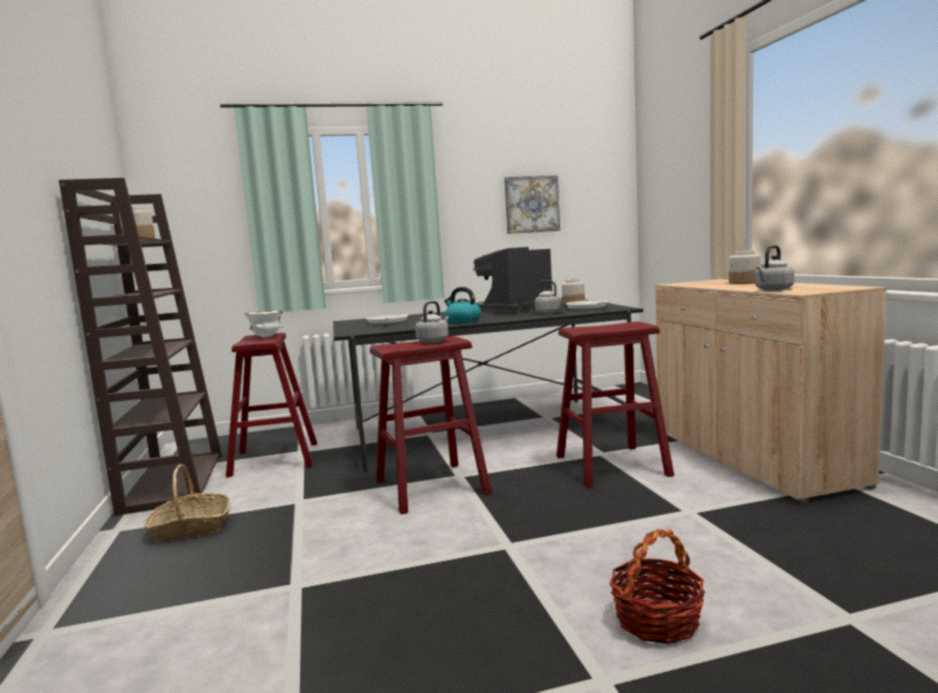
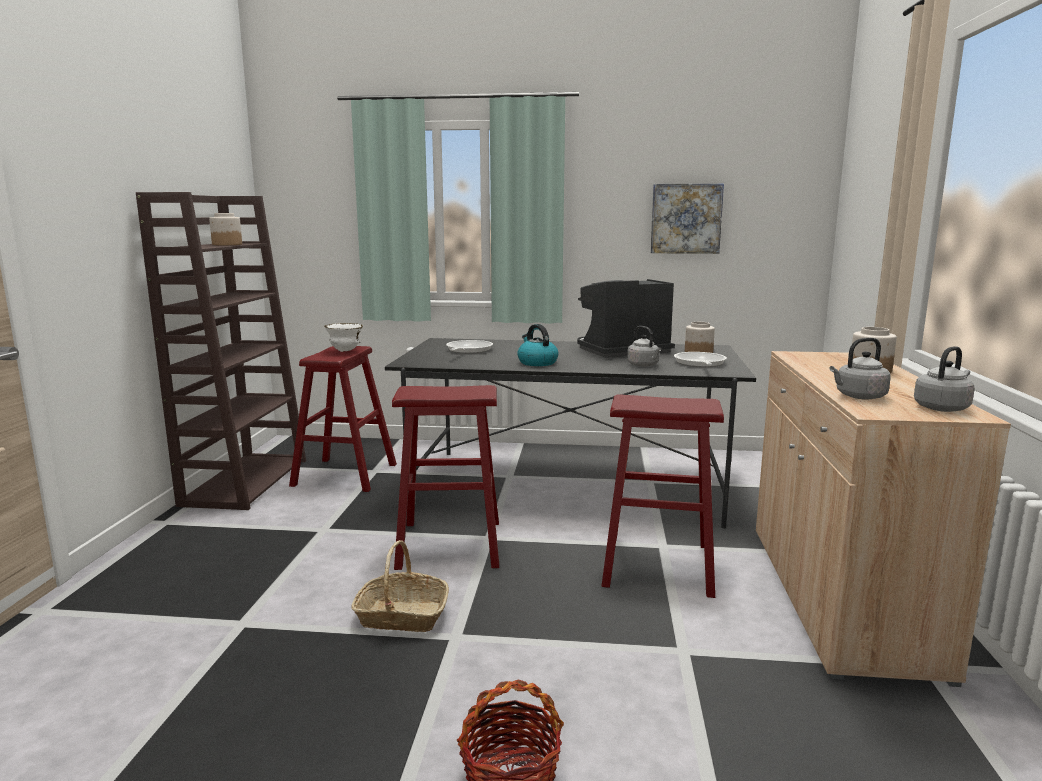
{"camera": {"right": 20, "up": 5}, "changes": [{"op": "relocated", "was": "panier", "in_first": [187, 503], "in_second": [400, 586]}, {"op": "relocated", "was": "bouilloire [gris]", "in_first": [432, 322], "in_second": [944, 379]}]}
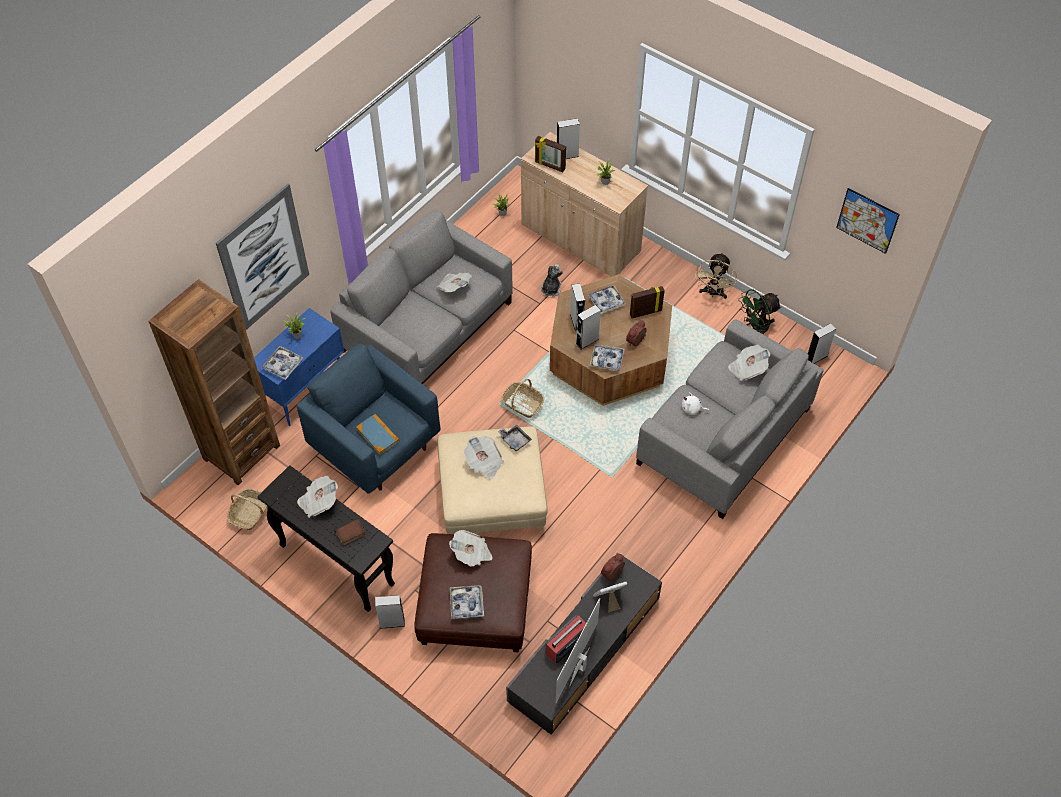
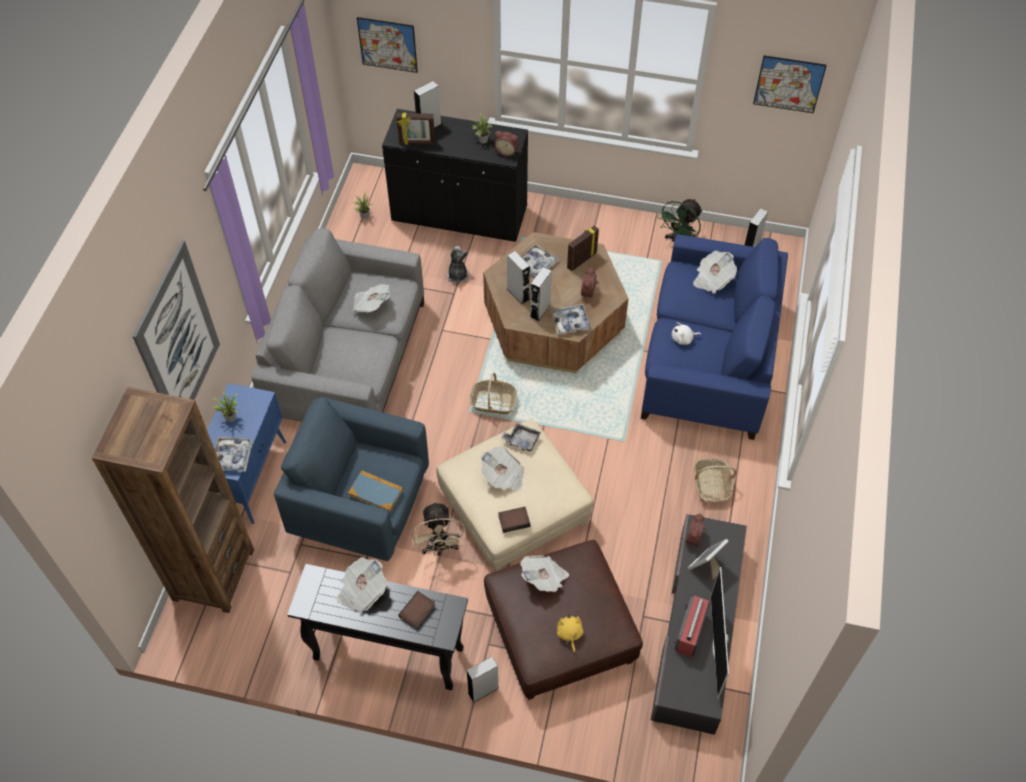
{"camera": {"right": -25, "up": 0}, "changes": [{"op": "appeared", "now": "tableau", "in_second": [387, 45]}, {"op": "appeared", "now": "réveil", "in_second": [506, 144]}, {"op": "appeared", "now": "livre", "in_second": [514, 520]}, {"op": "relocated", "was": "panier", "in_first": [247, 509], "in_second": [715, 480]}, {"op": "relocated", "was": "ventilateur [beige]", "in_first": [716, 275], "in_second": [439, 528]}, {"op": "exchanged", "was": "plateau", "now": "peluche [jaune]", "in_first": [466, 602], "in_second": [570, 633]}, {"op": "colour", "was": "meuble de rangement [beige]", "now": "meuble de rangement [noir]", "in_first": [584, 204], "in_second": [455, 175]}, {"op": "colour", "was": "canapé [gris]", "now": "canapé [bleu]", "in_first": [730, 419], "in_second": [714, 337]}]}
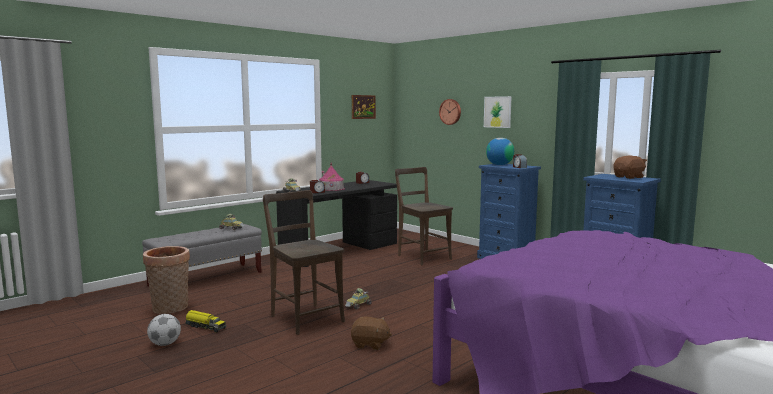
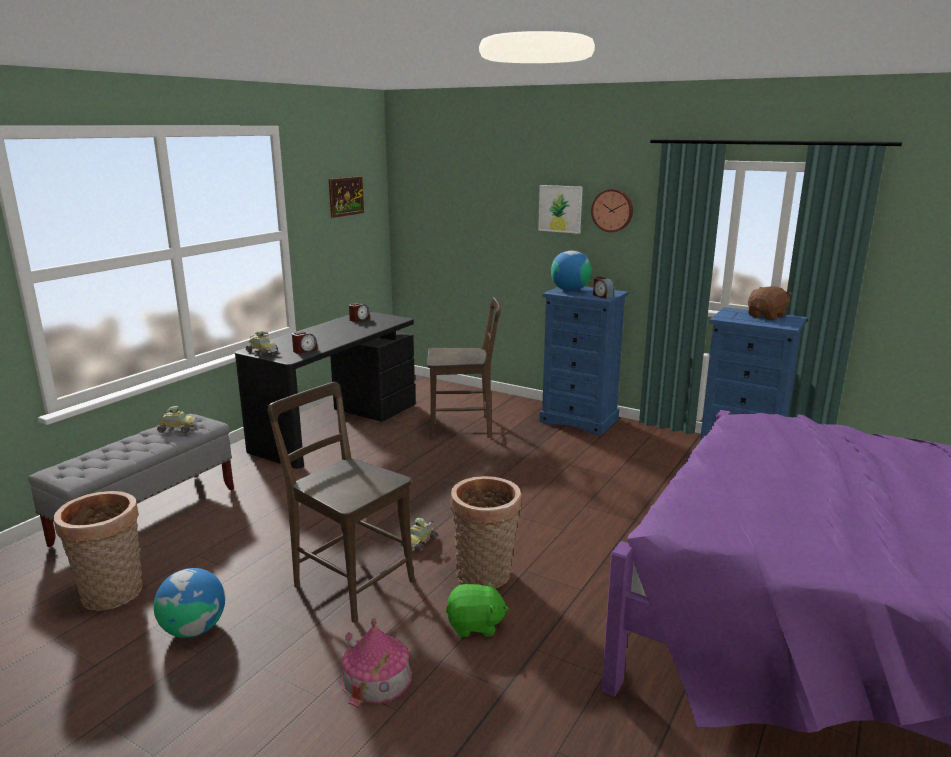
{"camera": {"right": -15, "up": 10}, "changes": [{"op": "missing", "was": "ballon de foot", "in_first": [164, 330]}, {"op": "appeared", "now": "panier", "in_second": [486, 532]}, {"op": "relocated", "was": "maison miniature", "in_first": [332, 177], "in_second": [376, 663]}, {"op": "relocated", "was": "horloge murale", "in_first": [450, 112], "in_second": [612, 210]}, {"op": "exchanged", "was": "camion jouet", "now": "globe", "in_first": [205, 321], "in_second": [189, 603]}, {"op": "colour", "was": "peluche [marron]", "now": "peluche [vert]", "in_first": [371, 333], "in_second": [477, 609]}, {"op": "spun", "was": "chaise [marron]", "in_first": [424, 216], "in_second": [464, 368], "clockwise": 135}]}
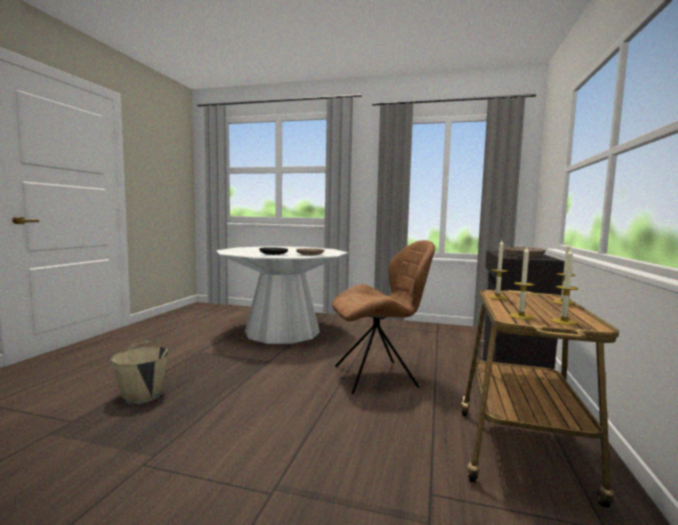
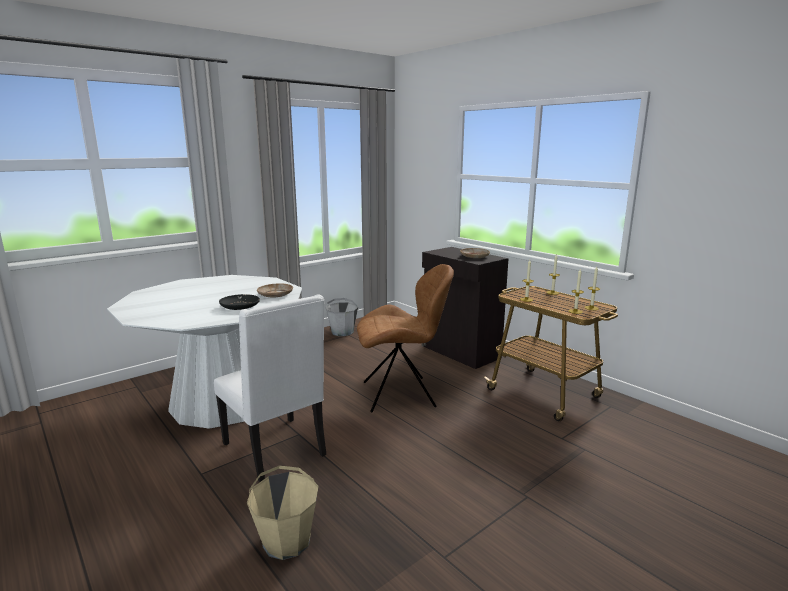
{"camera": {"right": -55, "up": 10}, "changes": [{"op": "appeared", "now": "chaise [blanc]", "in_second": [270, 388]}, {"op": "appeared", "now": "seau [gris]", "in_second": [341, 317]}, {"op": "spun", "was": "chaise [marron]", "in_first": [383, 317], "in_second": [405, 338], "clockwise": 60}]}
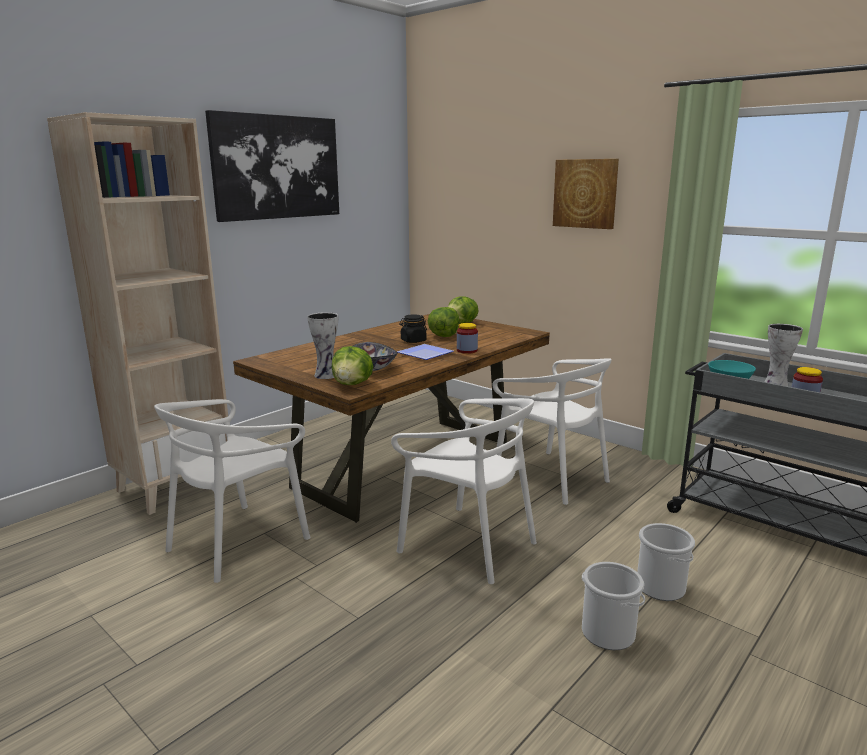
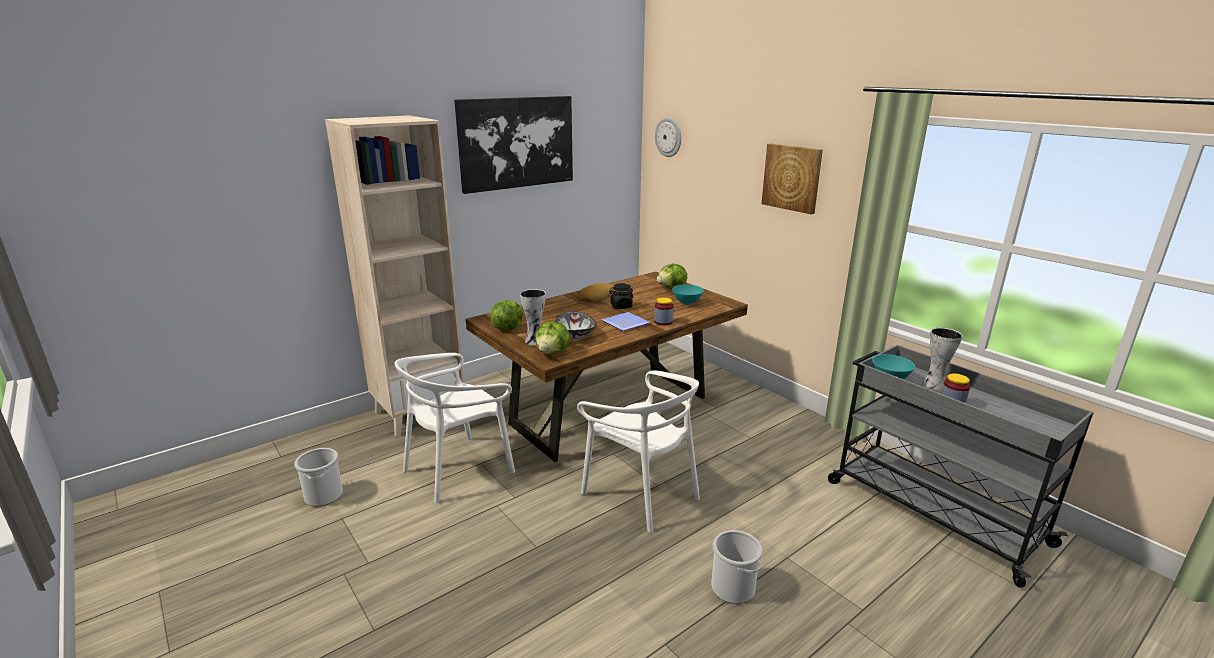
{"camera": {"right": 10, "up": 5}, "changes": [{"op": "missing", "was": "chaise [blanc]", "in_first": [552, 431]}, {"op": "appeared", "now": "pain", "in_second": [595, 292]}, {"op": "appeared", "now": "horloge murale", "in_second": [668, 137]}, {"op": "appeared", "now": "bol [turquoise]", "in_second": [688, 294]}, {"op": "relocated", "was": "laitue", "in_first": [443, 322], "in_second": [506, 315]}, {"op": "relocated", "was": "seau", "in_first": [666, 562], "in_second": [318, 477]}]}
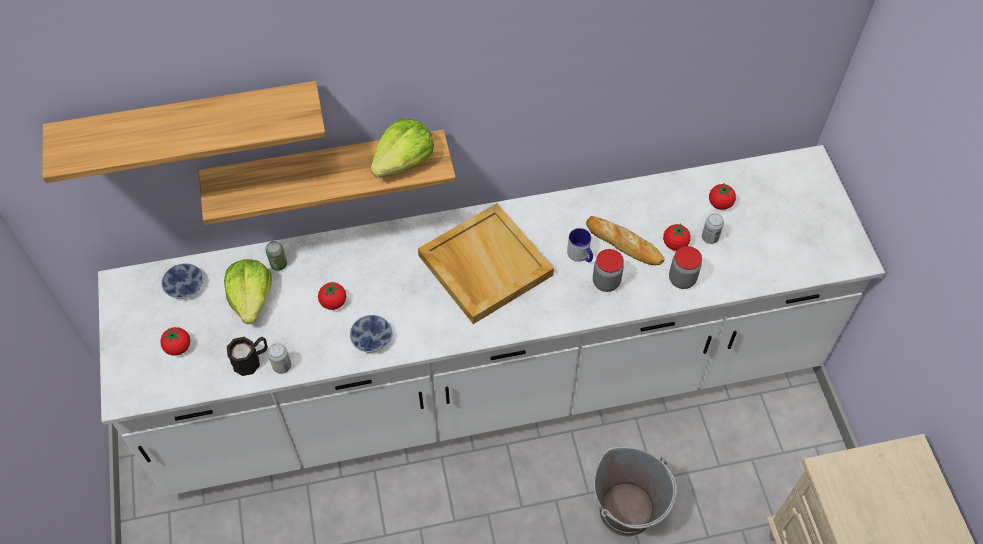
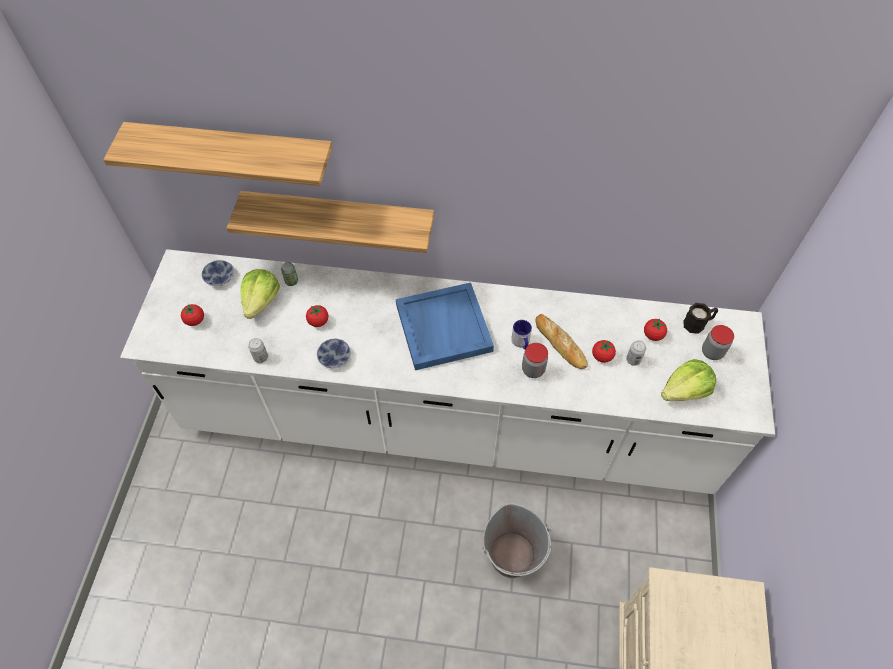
{"camera": {"right": 20, "up": 0}, "changes": [{"op": "relocated", "was": "mug [noir]", "in_first": [247, 356], "in_second": [700, 318]}, {"op": "relocated", "was": "laitue", "in_first": [402, 148], "in_second": [688, 380]}, {"op": "relocated", "was": "bocal", "in_first": [685, 267], "in_second": [718, 342]}, {"op": "colour", "was": "plateau [beige]", "now": "plateau [bleu]", "in_first": [486, 263], "in_second": [445, 326]}]}
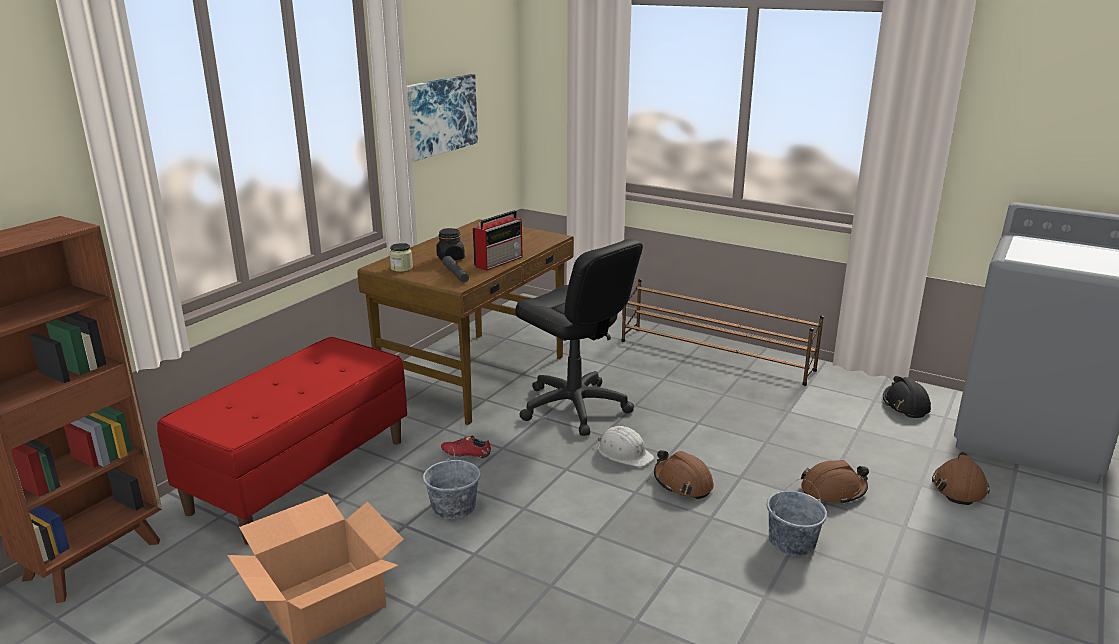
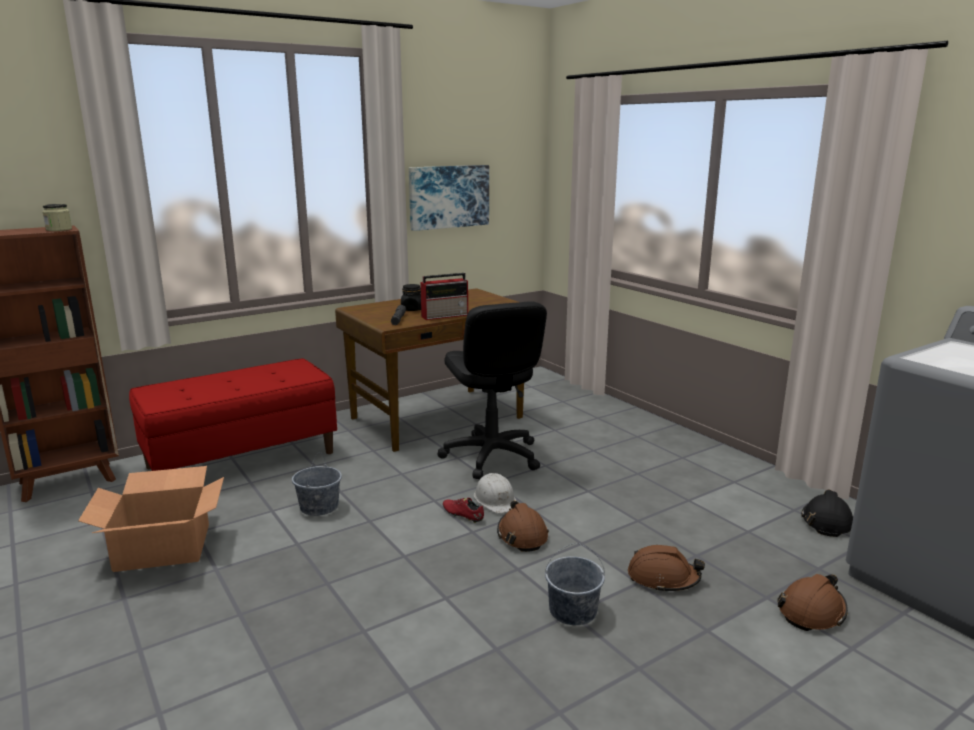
{"camera": {"right": 25, "up": -5}, "changes": [{"op": "missing", "was": "étagère à chaussures [marron]", "in_first": [722, 332]}, {"op": "relocated", "was": "bocal", "in_first": [401, 257], "in_second": [57, 217]}, {"op": "relocated", "was": "chaussure [rouge]", "in_first": [466, 447], "in_second": [463, 510]}]}
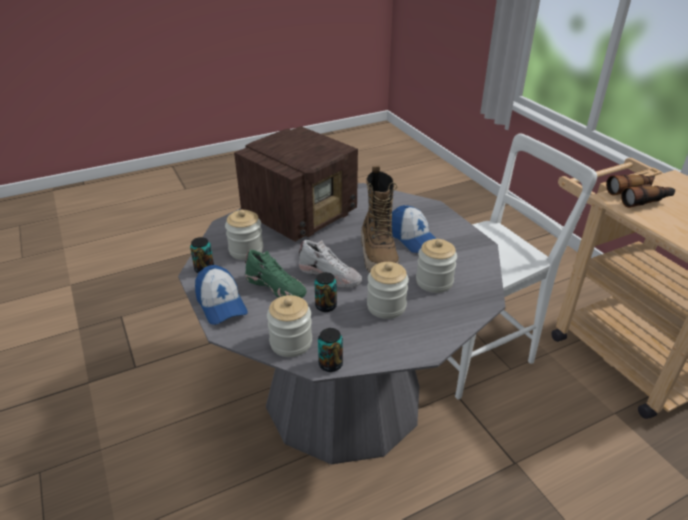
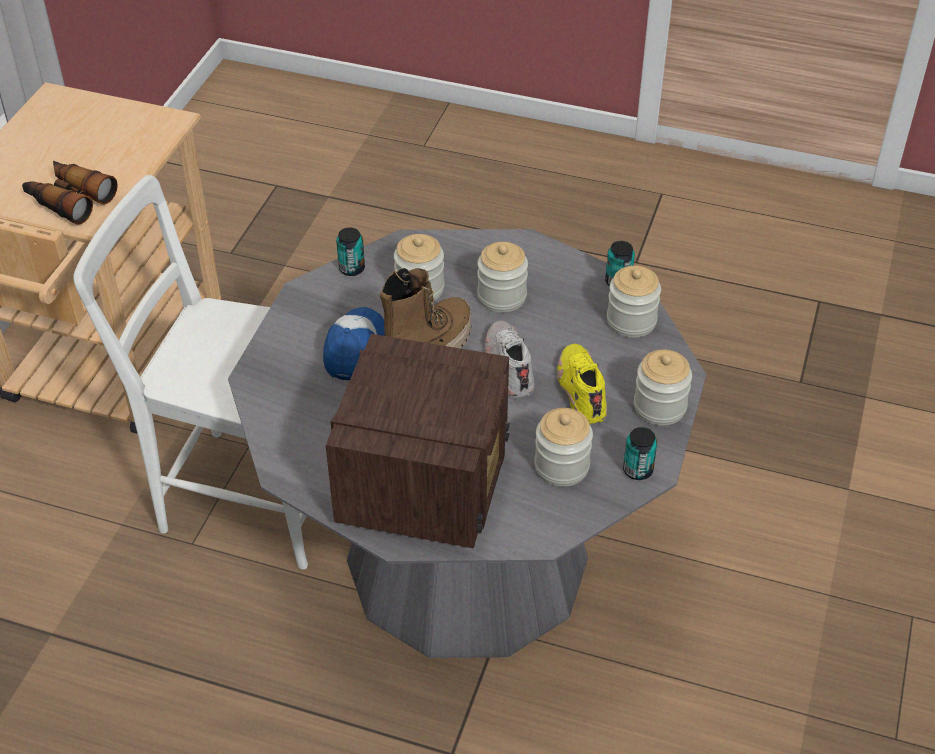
{"camera": {"right": -135, "up": 10}, "changes": [{"op": "relocated", "was": "boîte métallique", "in_first": [325, 292], "in_second": [350, 252]}, {"op": "exchanged", "was": "casquette", "now": "bocal", "in_first": [221, 295], "in_second": [663, 388]}, {"op": "colour", "was": "chaussure [vert]", "now": "chaussure [jaune]", "in_first": [276, 274], "in_second": [582, 384]}, {"op": "spun", "was": "radio", "in_first": [296, 184], "in_second": [418, 441], "clockwise": 105}]}
